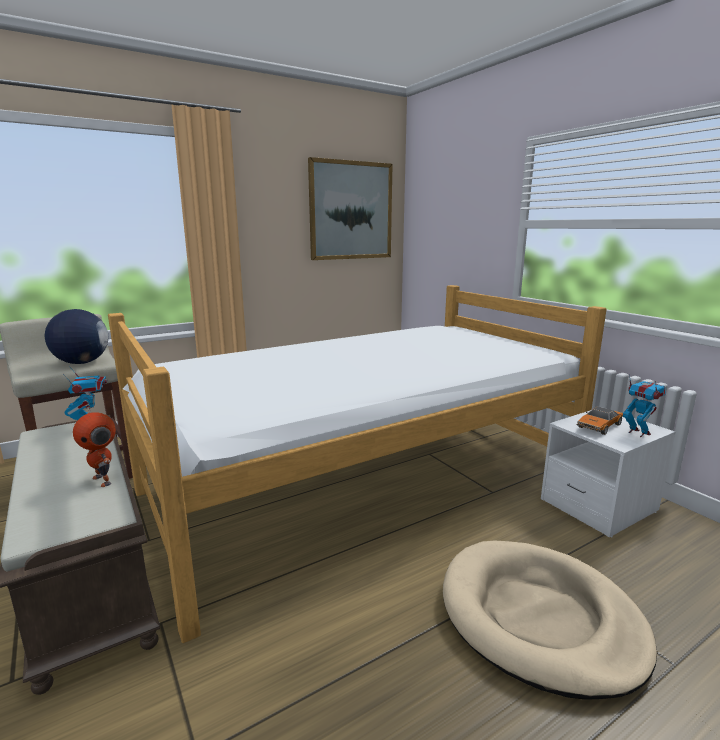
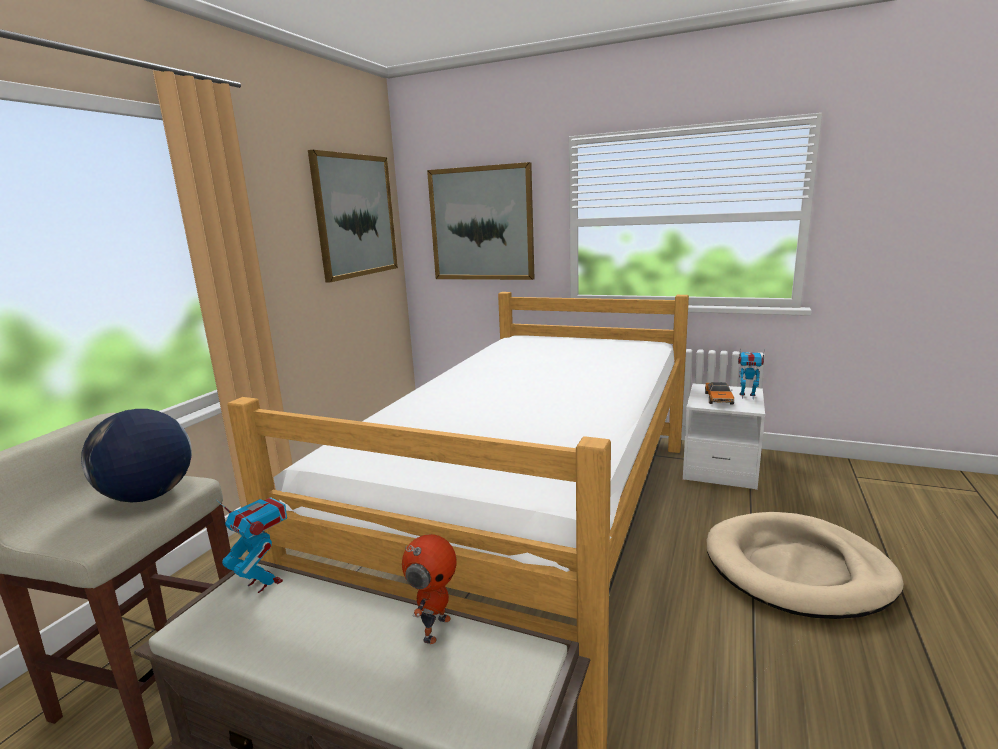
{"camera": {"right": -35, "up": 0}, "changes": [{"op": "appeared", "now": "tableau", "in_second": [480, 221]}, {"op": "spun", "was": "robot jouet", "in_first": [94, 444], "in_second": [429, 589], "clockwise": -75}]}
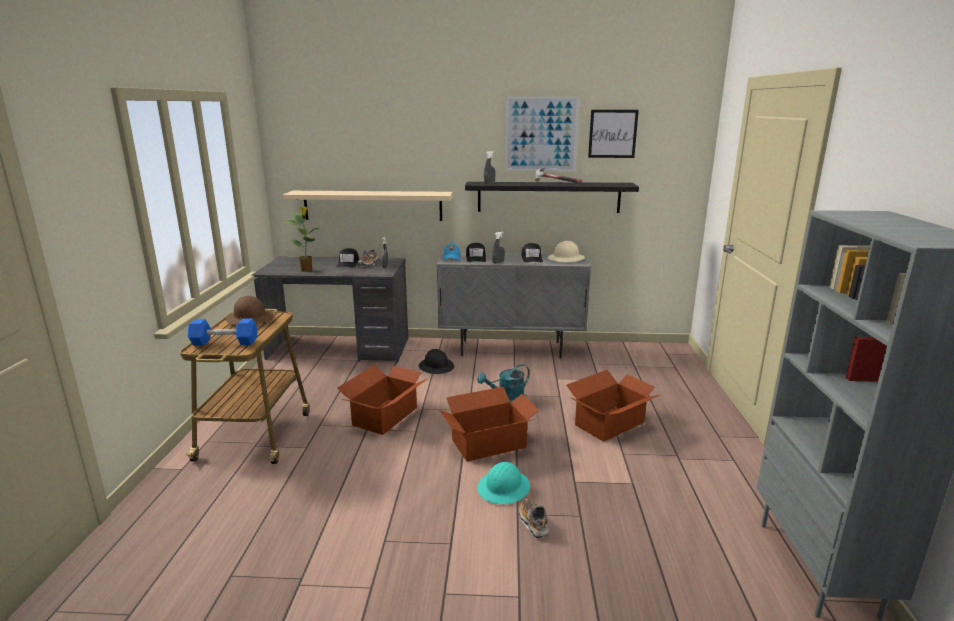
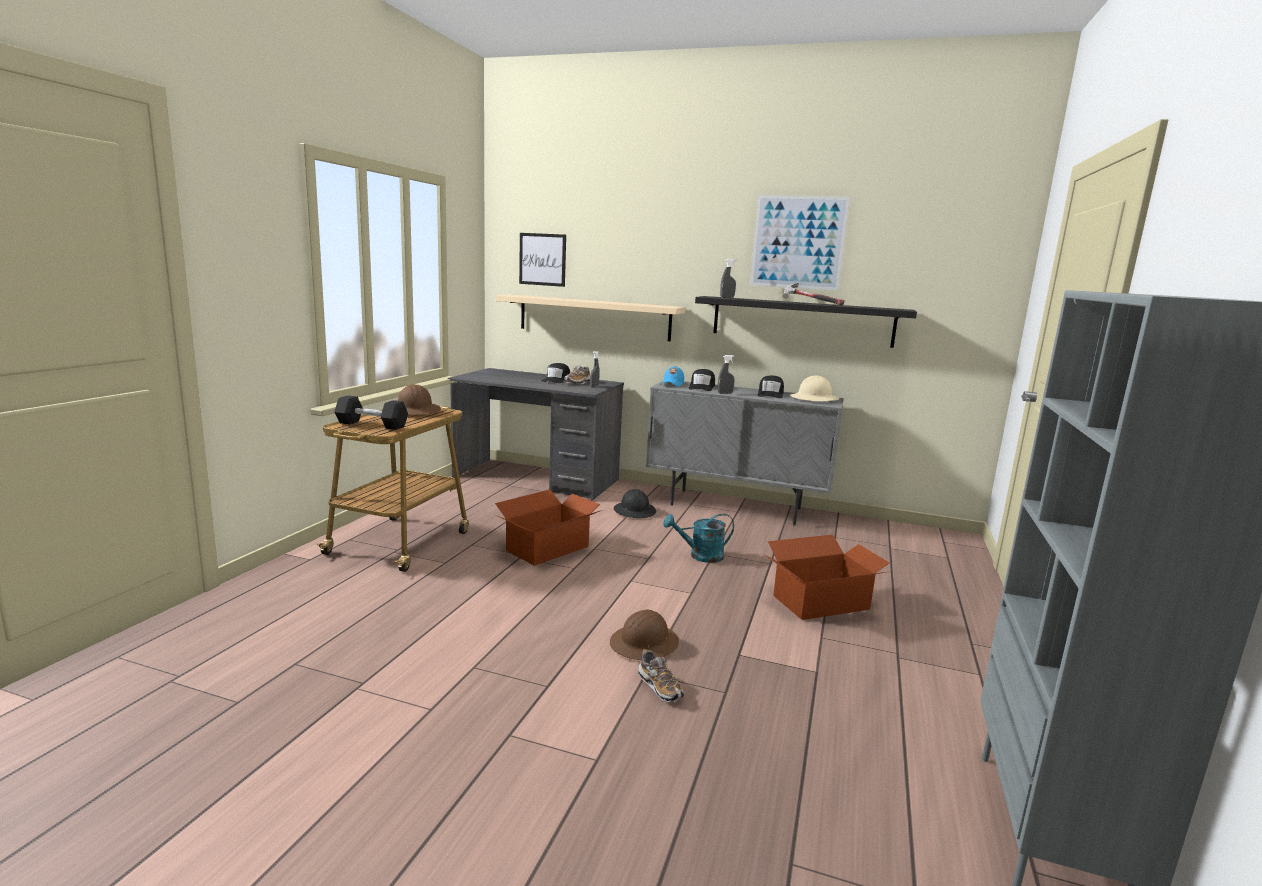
{"camera": {"right": 15, "up": -5}, "changes": [{"op": "missing", "was": "plante en pot", "in_first": [302, 239]}, {"op": "missing", "was": "carton", "in_first": [489, 424]}, {"op": "relocated", "was": "tableau", "in_first": [613, 134], "in_second": [542, 260]}, {"op": "colour", "was": "haltère [bleu]", "now": "haltère [noir]", "in_first": [222, 332], "in_second": [371, 413]}, {"op": "colour", "was": "casque de chantier [turquoise]", "now": "casque de chantier [marron]", "in_first": [503, 483], "in_second": [644, 635]}, {"op": "spun", "was": "chaussure", "in_first": [533, 519], "in_second": [661, 676], "clockwise": 150}]}
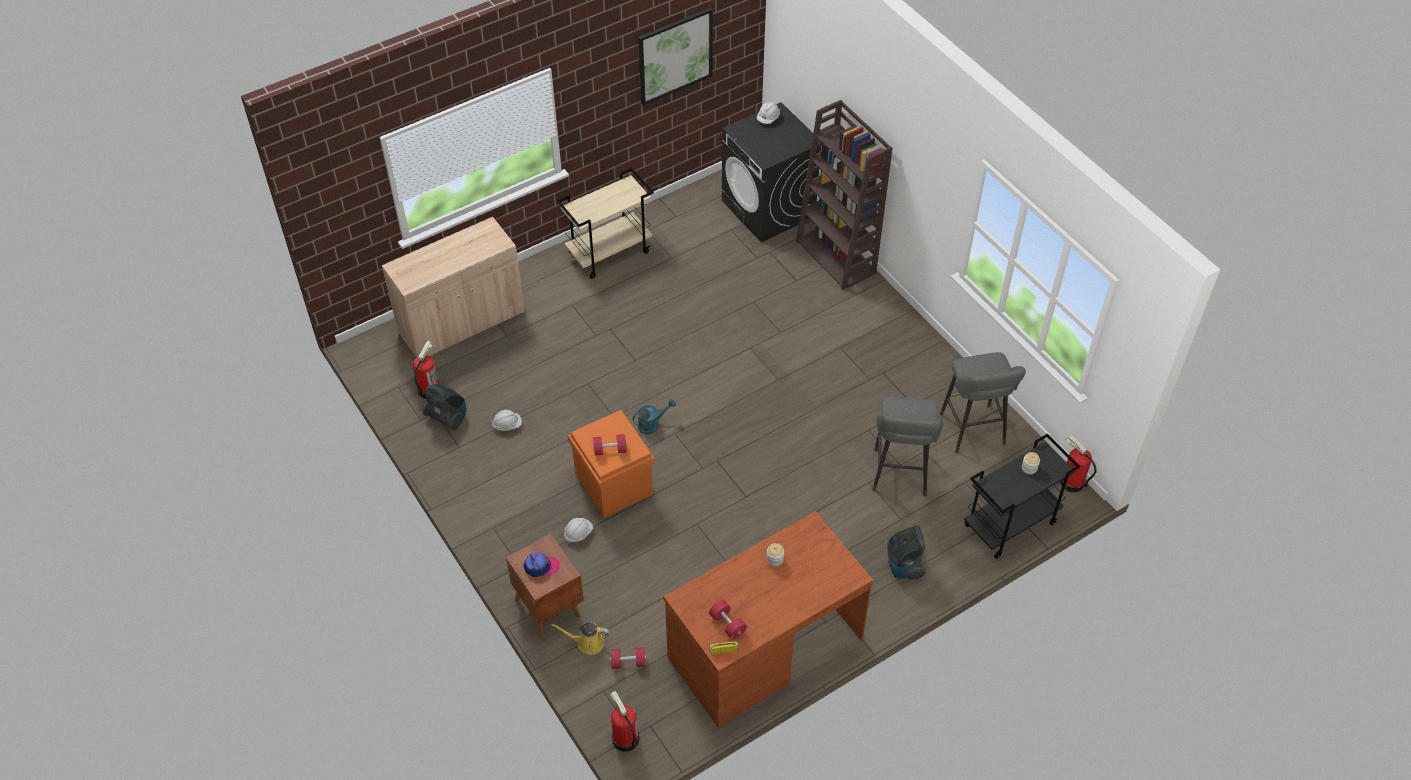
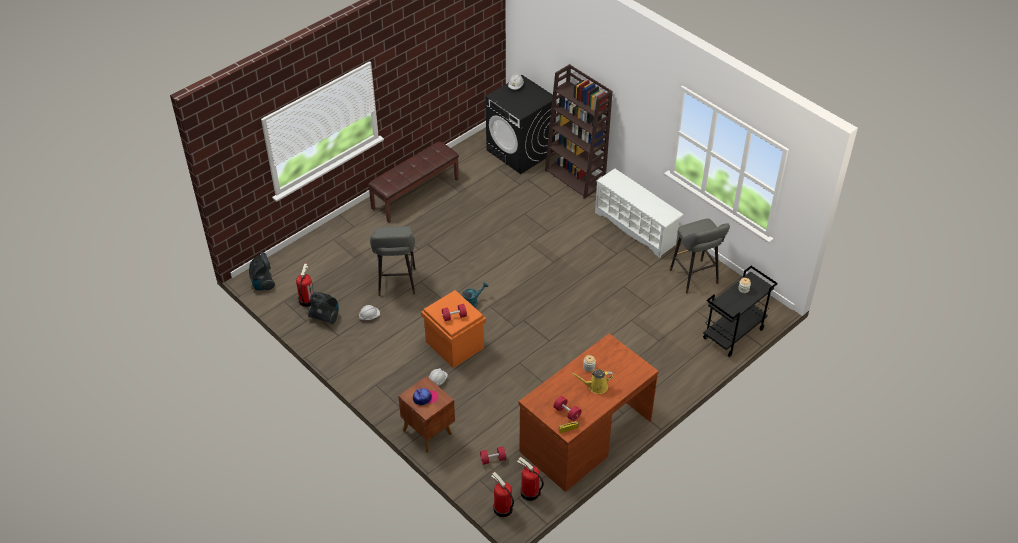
{"camera": {"right": -10, "up": -5}, "changes": [{"op": "missing", "was": "meuble de rangement [beige]", "in_first": [453, 287]}, {"op": "missing", "was": "tableau", "in_first": [675, 56]}, {"op": "appeared", "now": "étagère à chaussures [blanc]", "in_second": [639, 213]}, {"op": "relocated", "was": "arrosoir [jaune]", "in_first": [580, 638], "in_second": [593, 381]}, {"op": "relocated", "was": "tabouret [gris]", "in_first": [907, 446], "in_second": [393, 261]}, {"op": "relocated", "was": "aspirateur", "in_first": [907, 552], "in_second": [262, 271]}, {"op": "relocated", "was": "extincteur", "in_first": [1078, 463], "in_second": [530, 479]}, {"op": "exchanged", "was": "chariot [beige]", "now": "banc [marron]", "in_first": [605, 223], "in_second": [413, 182]}]}
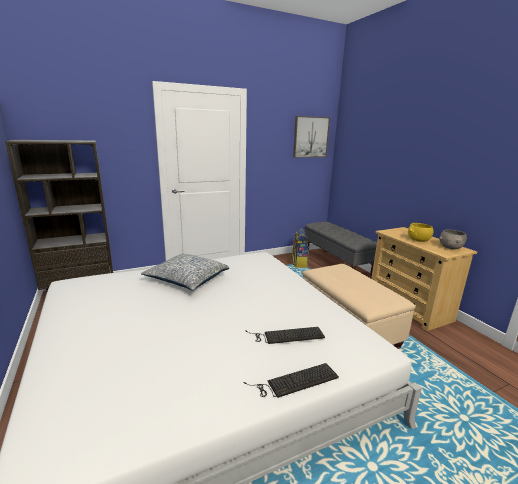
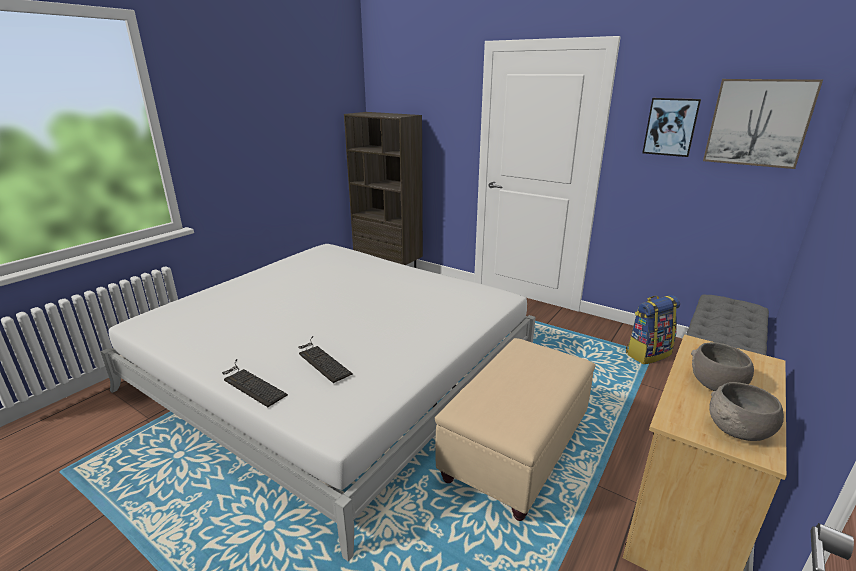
{"camera": {"right": 60, "up": 5}, "changes": [{"op": "missing", "was": "coussin", "in_first": [185, 272]}, {"op": "appeared", "now": "tableau", "in_second": [671, 127]}, {"op": "colour", "was": "bol [jaune]", "now": "bol [gris]", "in_first": [420, 232], "in_second": [722, 366]}]}
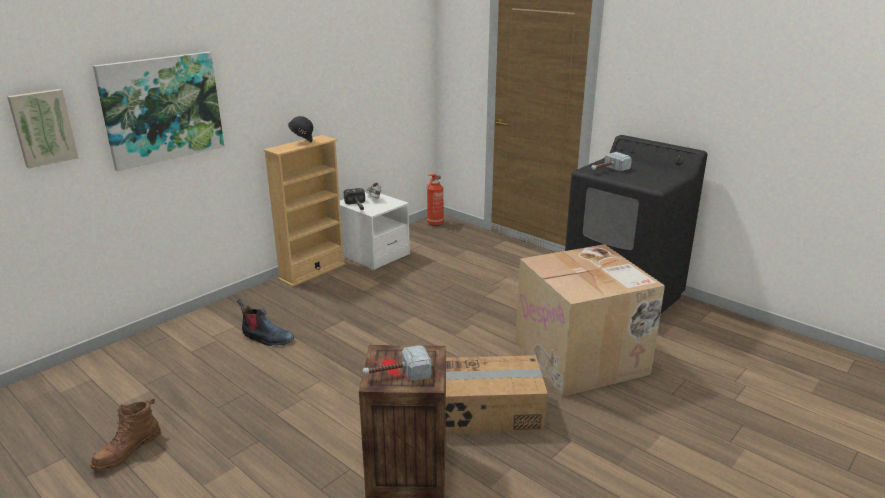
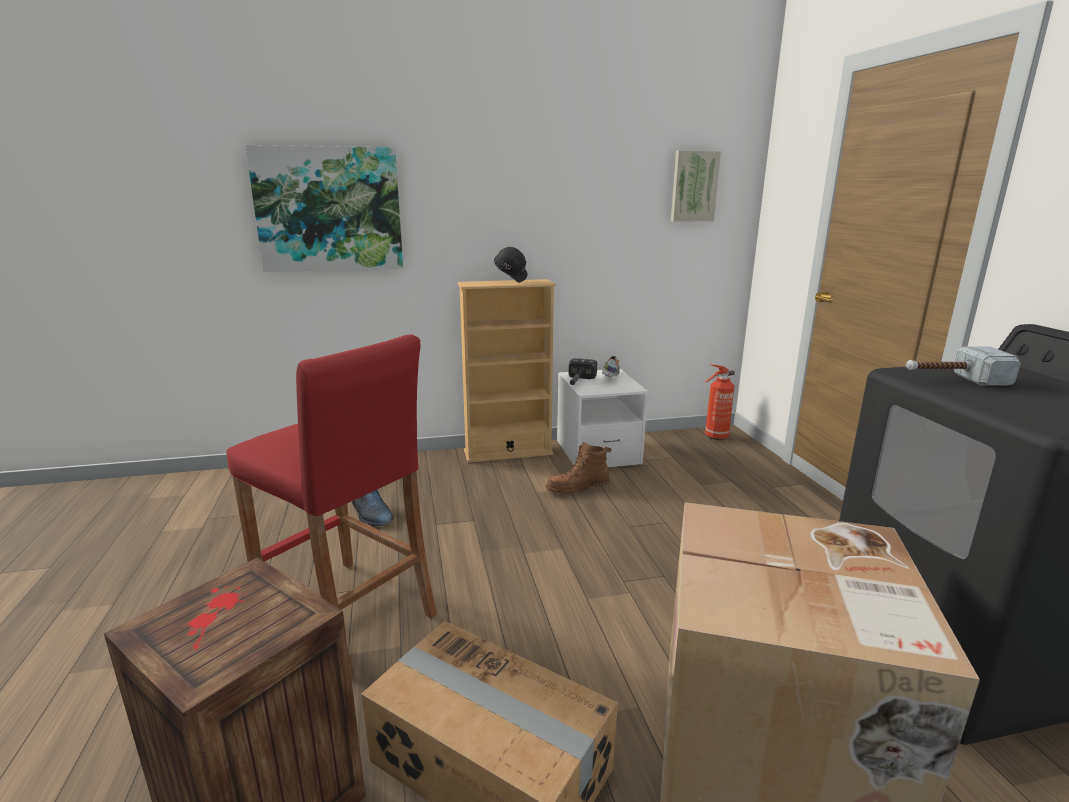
{"camera": {"right": 35, "up": -5}, "changes": [{"op": "missing", "was": "marteau", "in_first": [396, 363]}, {"op": "appeared", "now": "tabouret [rouge]", "in_second": [331, 506]}, {"op": "relocated", "was": "tableau", "in_first": [42, 128], "in_second": [696, 186]}, {"op": "relocated", "was": "botte [marron]", "in_first": [125, 434], "in_second": [579, 468]}]}
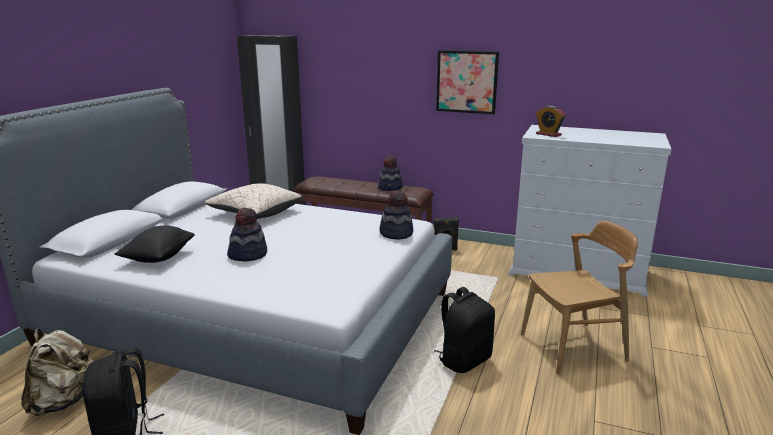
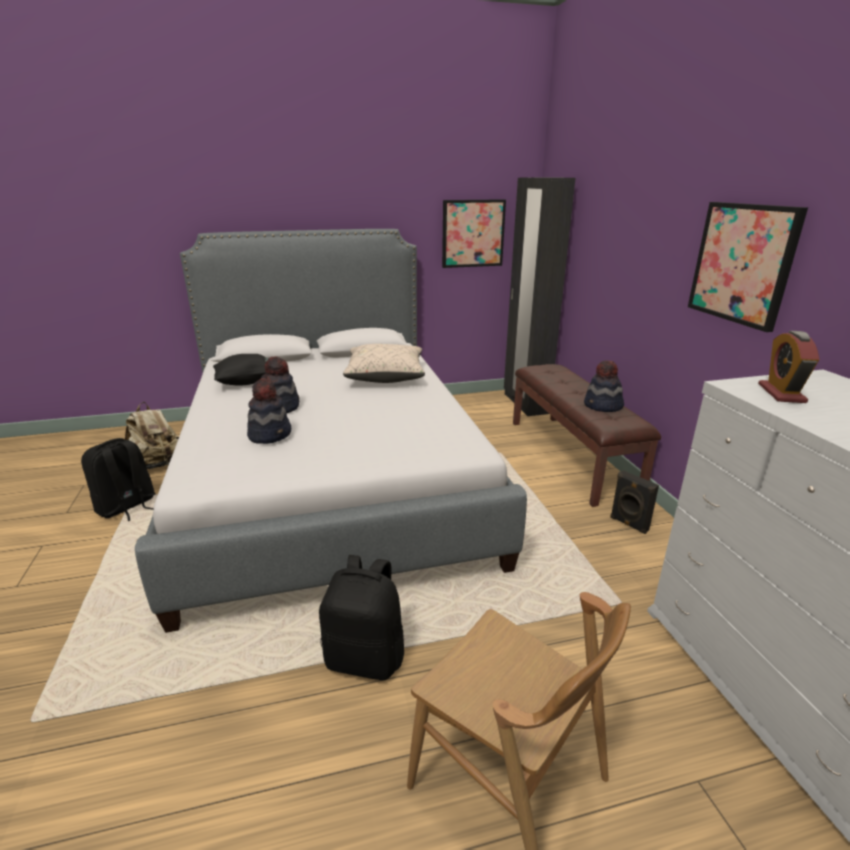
{"camera": {"right": 55, "up": 5}, "changes": [{"op": "appeared", "now": "tableau", "in_second": [474, 233]}, {"op": "relocated", "was": "chapeau", "in_first": [396, 215], "in_second": [269, 411]}]}
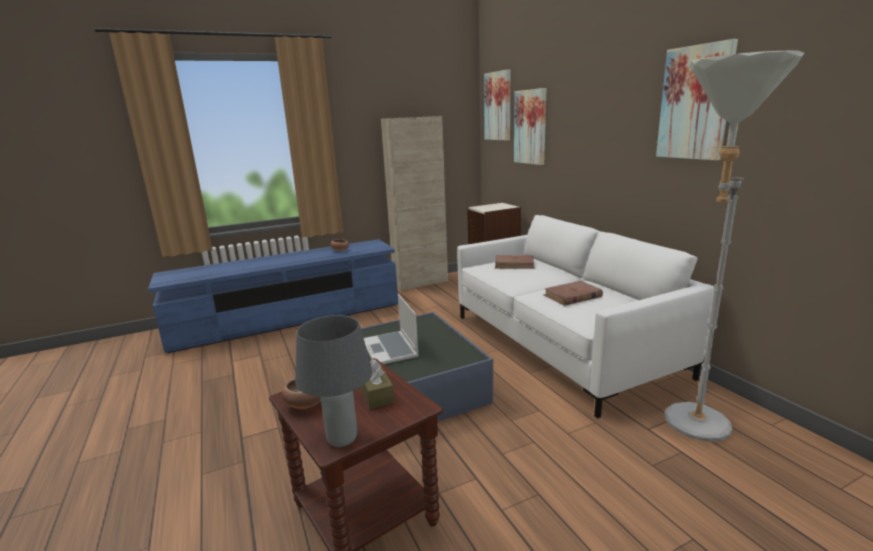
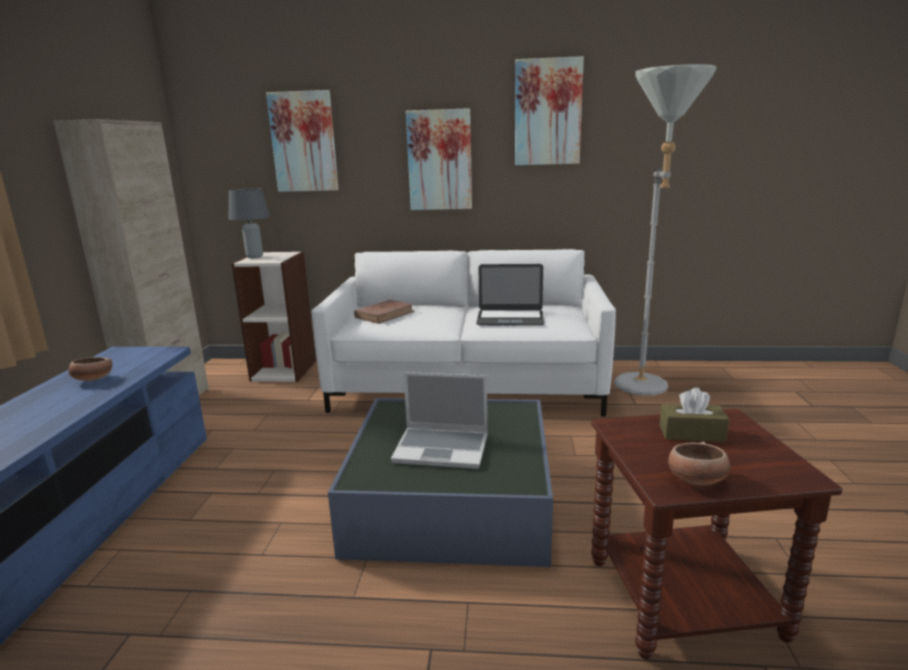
{"camera": {"right": -60, "up": 0}, "changes": [{"op": "relocated", "was": "lampe de table [gris]", "in_first": [333, 381], "in_second": [249, 223]}, {"op": "relocated", "was": "tableau", "in_first": [497, 104], "in_second": [439, 159]}, {"op": "exchanged", "was": "livre [marron]", "now": "ordinateur portable", "in_first": [573, 293], "in_second": [510, 295]}]}
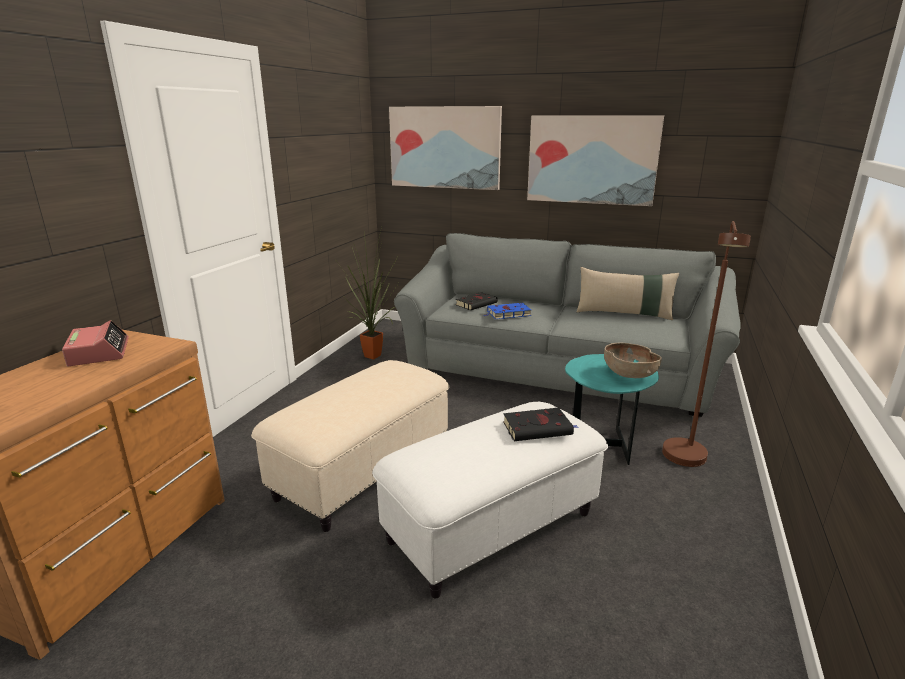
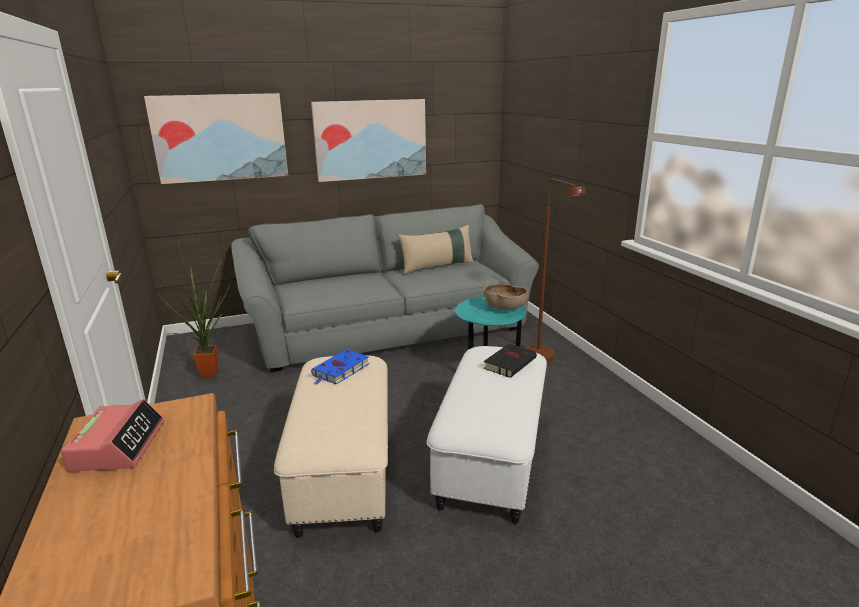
{"camera": {"right": -40, "up": 0}, "changes": [{"op": "missing", "was": "livre [noir]", "in_first": [476, 301]}, {"op": "relocated", "was": "livre [bleu]", "in_first": [507, 311], "in_second": [340, 367]}, {"op": "spun", "was": "réveil", "in_first": [95, 343], "in_second": [113, 435], "clockwise": 60}]}
